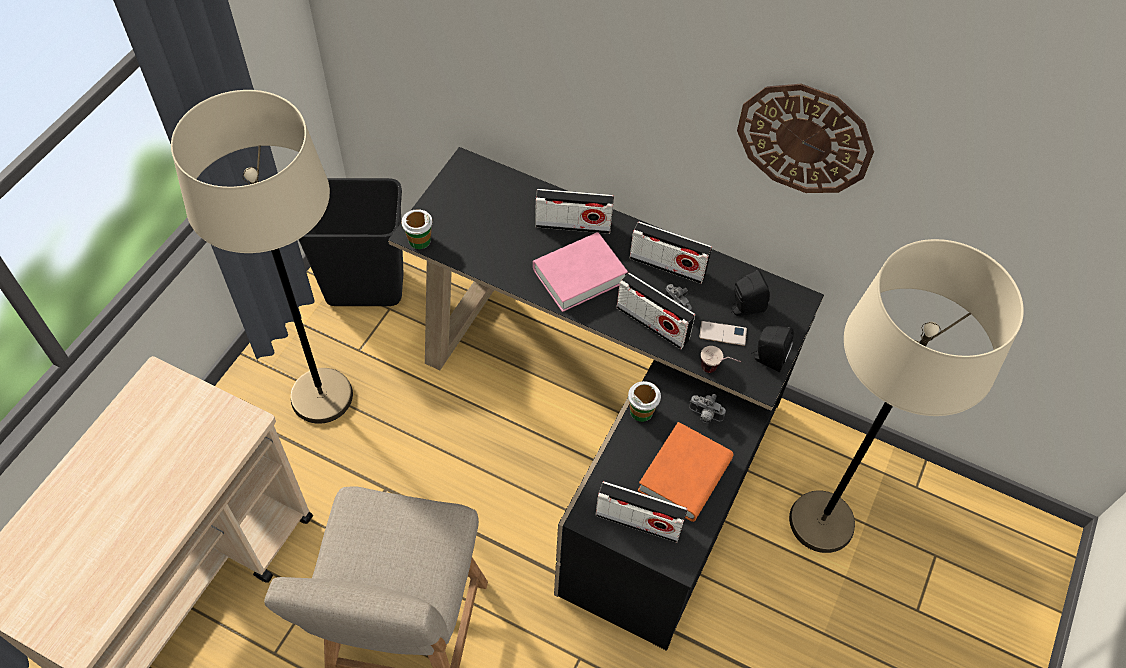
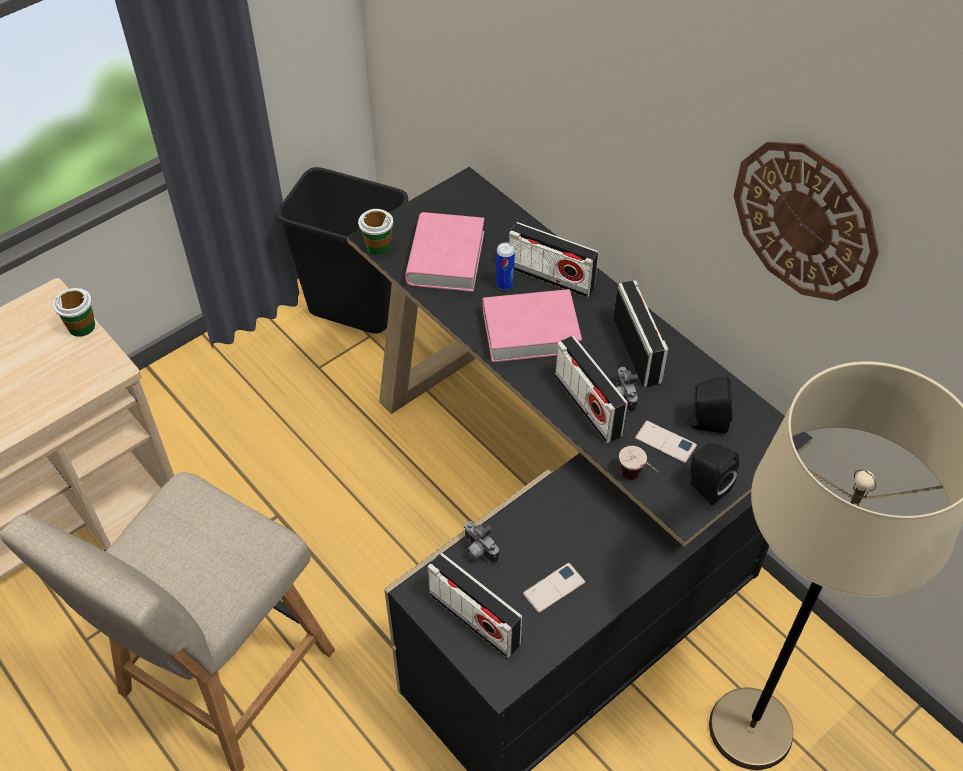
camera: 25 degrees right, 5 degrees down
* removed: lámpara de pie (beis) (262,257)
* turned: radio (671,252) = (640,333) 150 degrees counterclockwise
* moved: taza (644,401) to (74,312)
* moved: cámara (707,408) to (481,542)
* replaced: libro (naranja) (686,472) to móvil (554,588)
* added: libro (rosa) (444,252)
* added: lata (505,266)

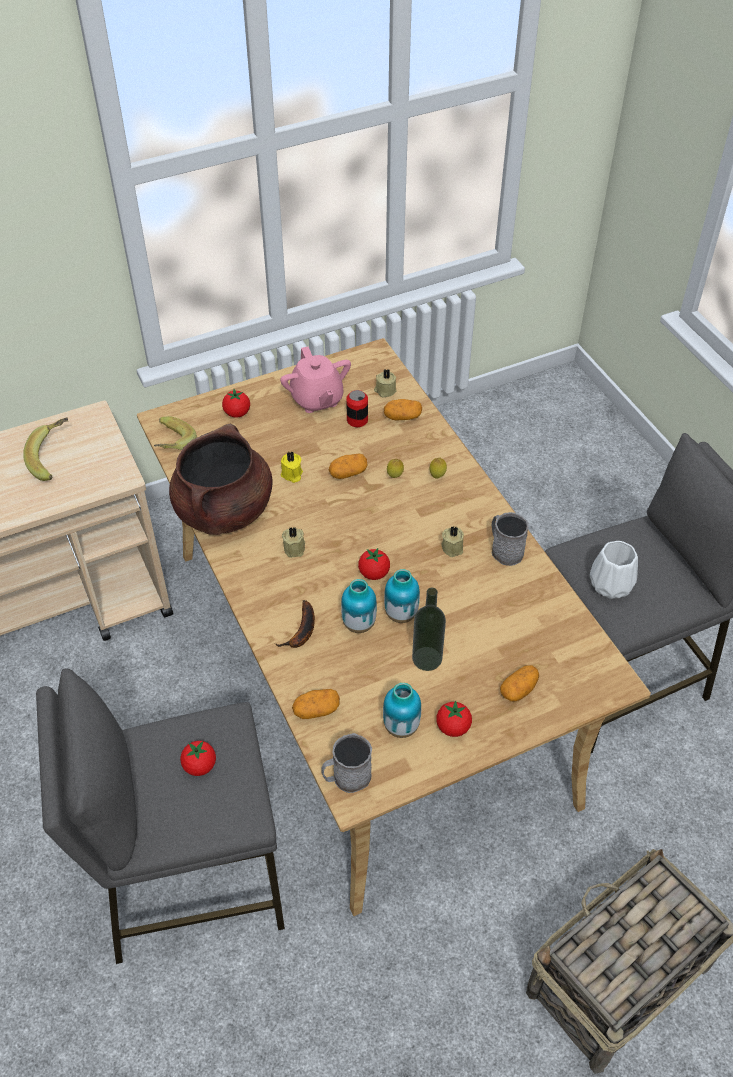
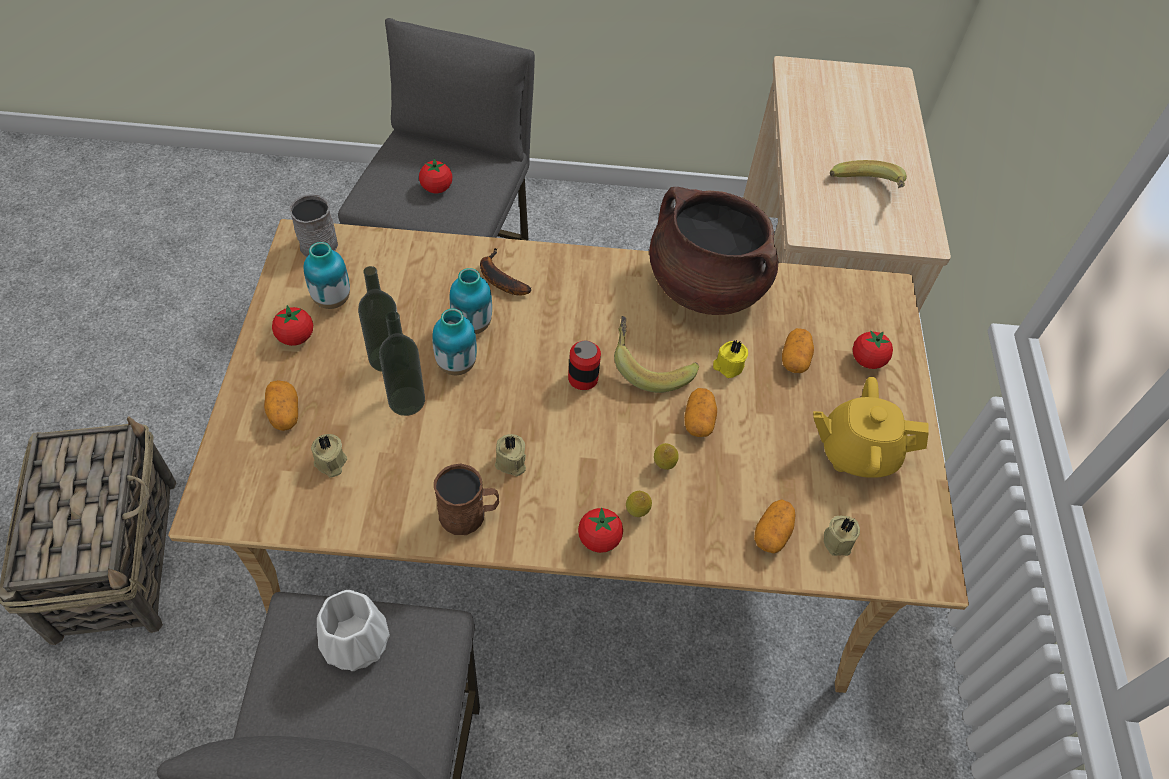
camera: 115 degrees right, 5 degrees up
* recoloured: tetera (rosa) (315,380) to tetera (amarillo) (871,427)
* moved: lata (357,408) to (584,365)
* moved: plátano (175,433) to (656,354)
* recoloured: taza grande (gris) (510,539) to taza grande (marrón) (466,499)
* moved: vela (beis) (293,542) to (329,456)
* moved: tomate (374,564) to (600,530)
* moved: patata (316,704) to (798,350)
* added: botella (402,363)

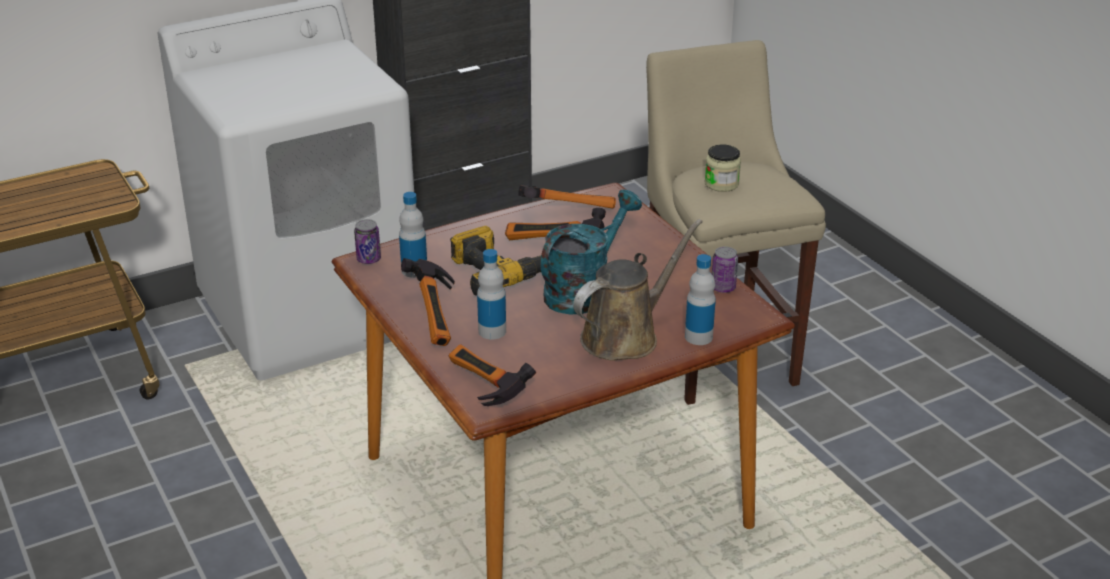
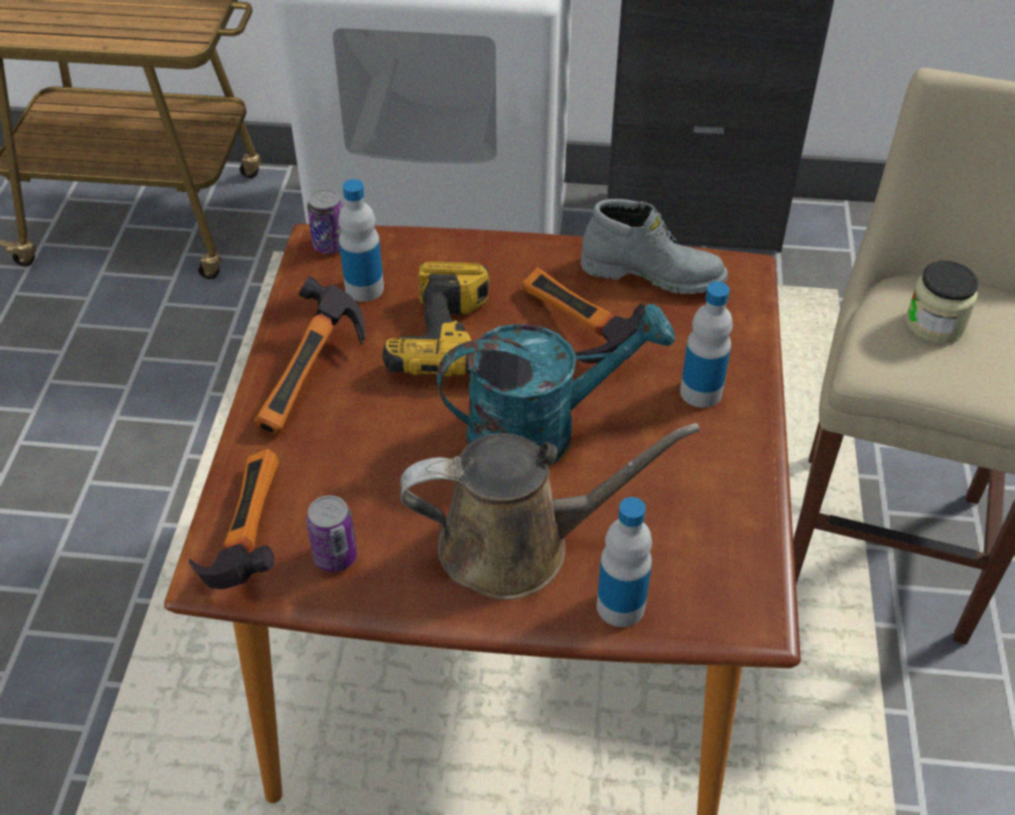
camera: 35 degrees right, 15 degrees up
* replaced: martillo (567,197) to bota (gris) (654,246)
* moved: lata (725,270) to (331,533)
* moved: botella (491,294) to (706,345)

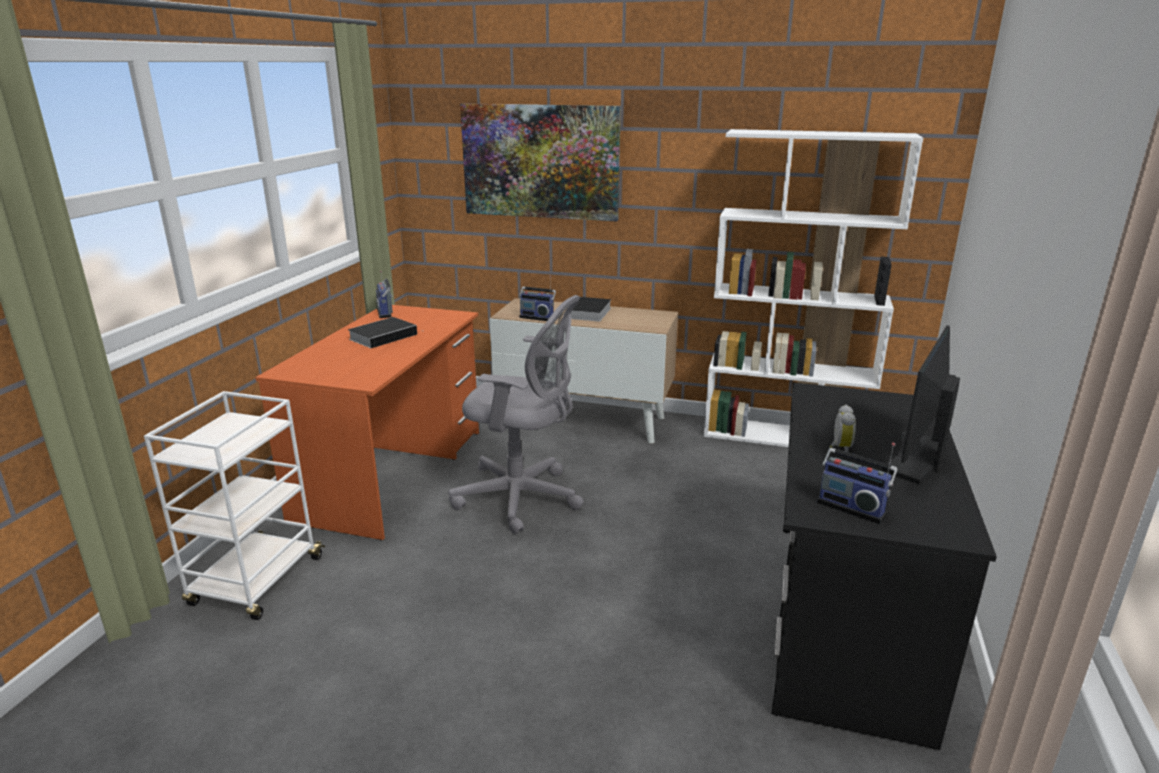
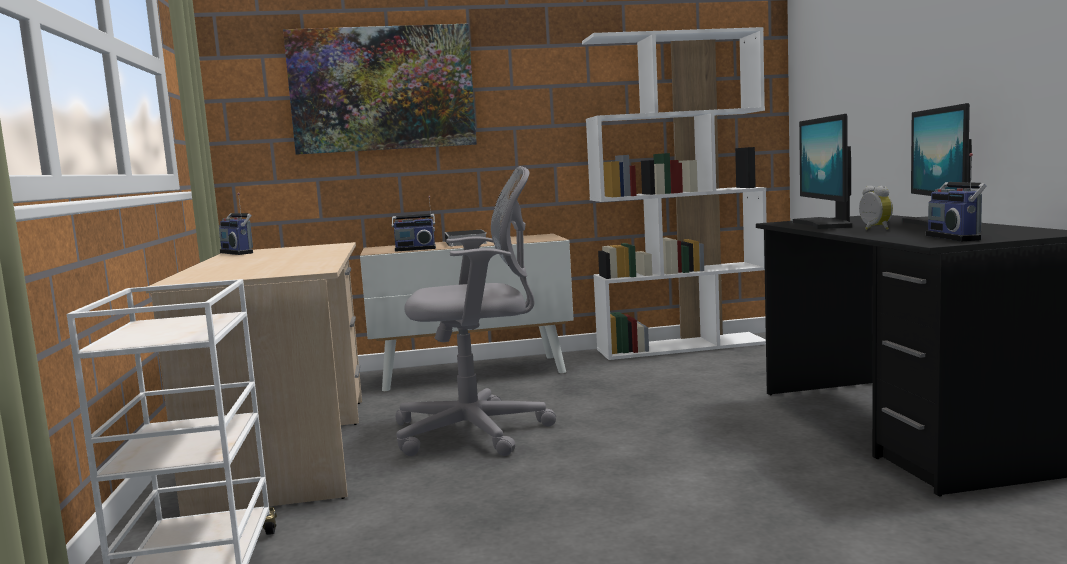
camera: 25 degrees left, 15 degrees down
* recoloured: escritorio (naranja) (367,422) to escritorio (beis) (254,379)
* removed: libro (384,332)
* turned: radio (857,483) = (956,197) 75 degrees clockwise
* added: monitor (822,171)

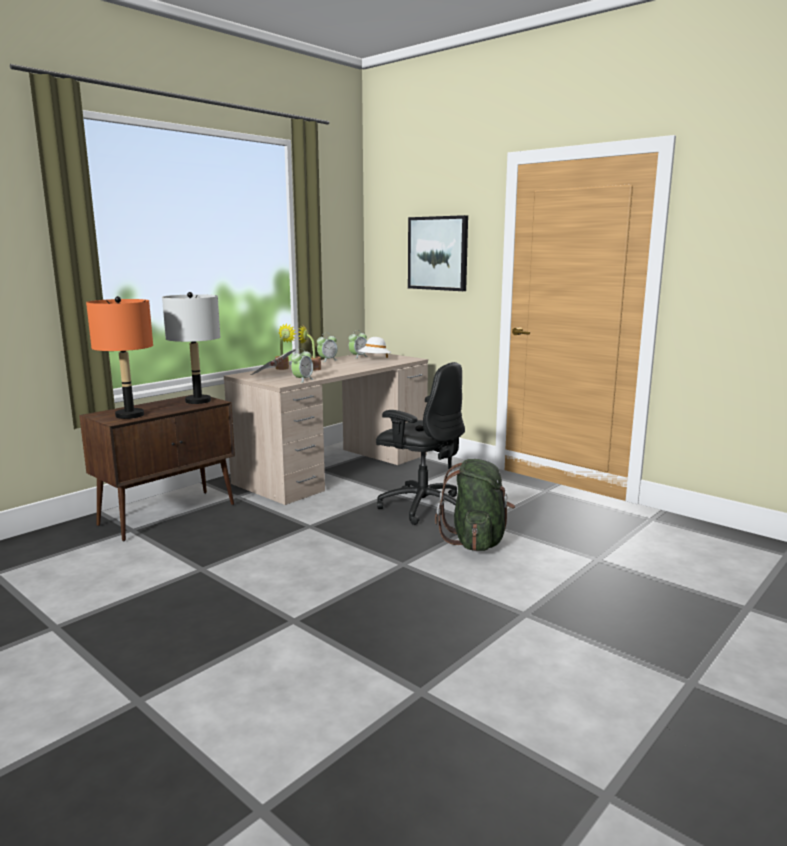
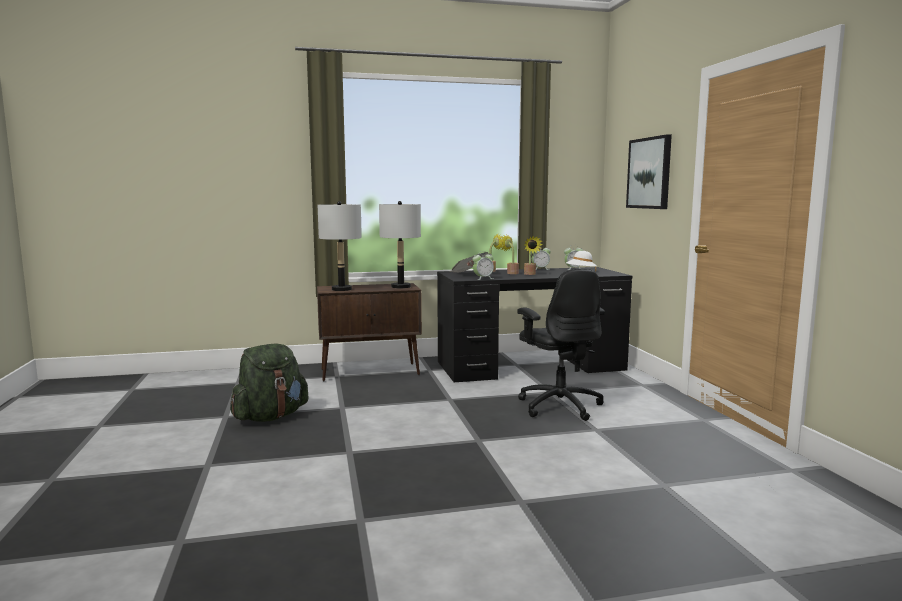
camera: 35 degrees right, 5 degrees down
* recoloured: lámpara de mesa (naranja) (119,357) to lámpara de mesa (gris) (340,246)
* recoloured: escritorio (beis) (326,429) to escritorio (negro) (534,324)
* moved: mochila (verde) (475,505) to (269,383)
* added: planta en maceta (533,255)

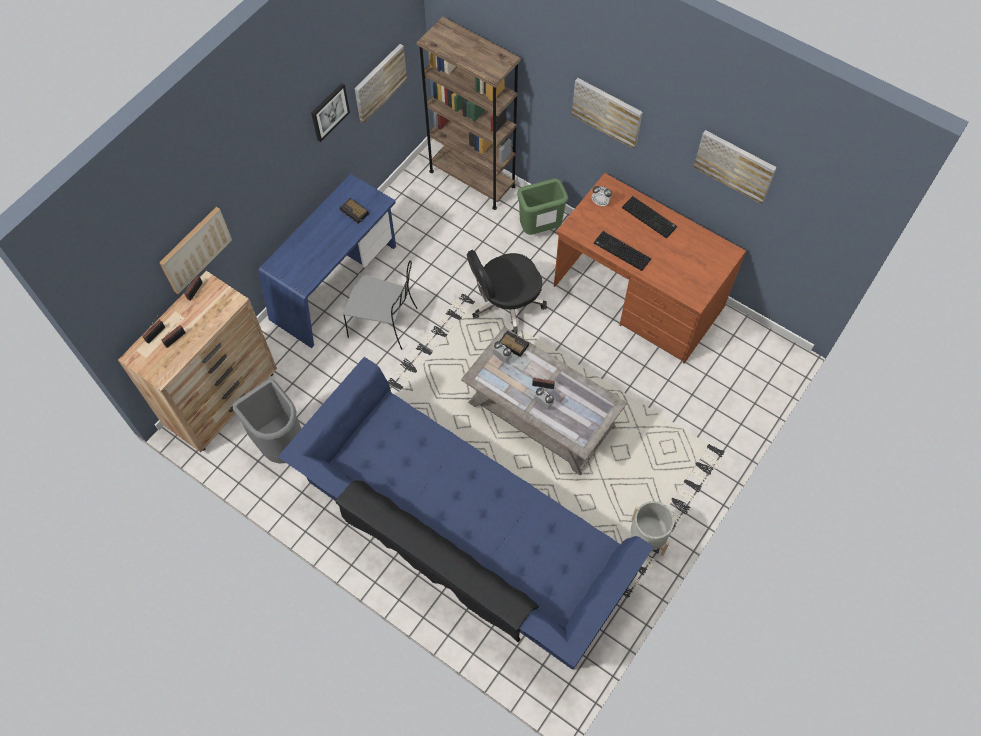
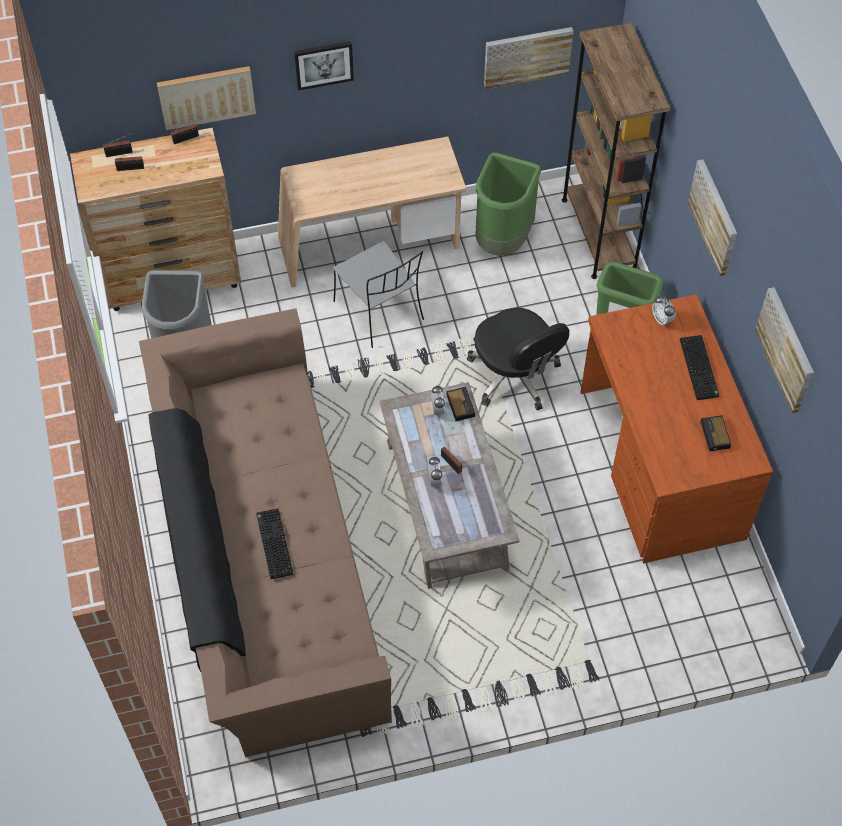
camera: 40 degrees right, 5 degrees down
* moved: cuadro (330,112) to (324,66)
* recoloured: escritorio (azul) (327,261) to escritorio (beis) (372,212)
* moved: despertador (354,211) to (716,433)
* moved: teclado (622,251) to (274,544)
* turned: silla de oficina (negro) (507,292) = (518,359) 135 degrees counterclockwise
* recoloured: sofá (azul) (466,513) to sofá (marrón) (265,532)
* removed: maceta (gris) (652,528)
* added: papelera (verde) (508,204)

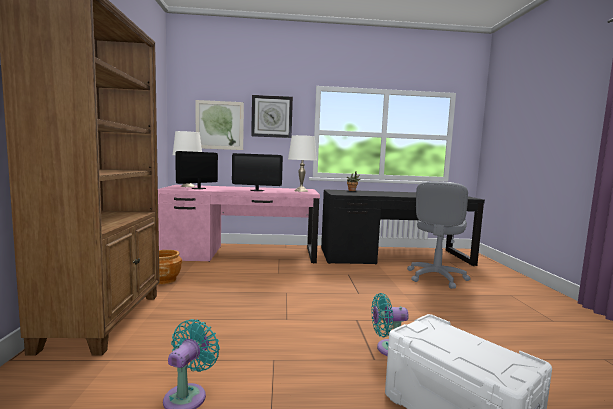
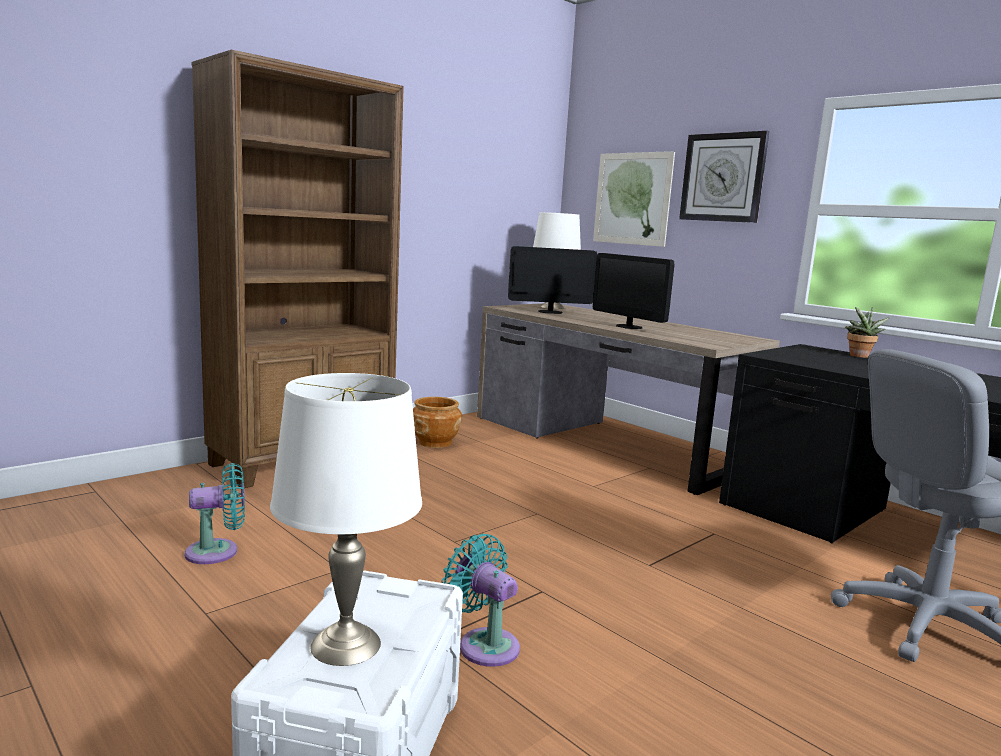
camera: 50 degrees right, 5 degrees up
* moved: lámpara de mesa (blanco) (302,163) to (346,519)
* recoloured: escritorio (rosa) (239,224) to escritorio (marrón) (628,399)

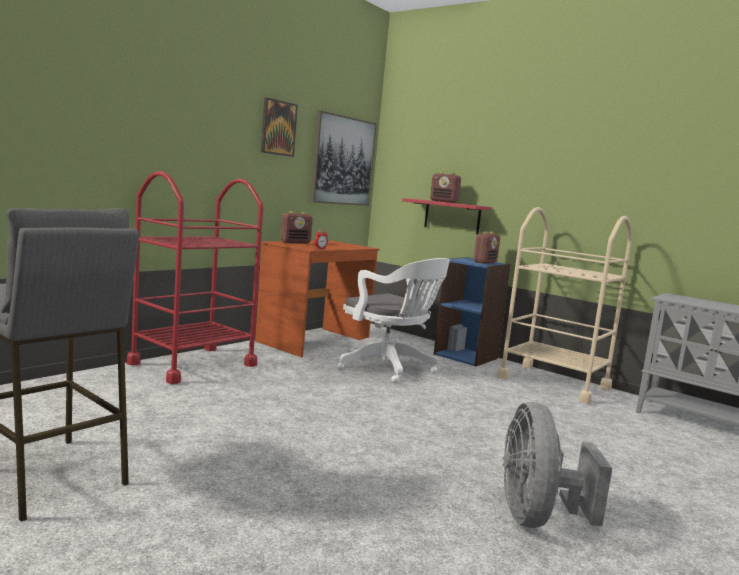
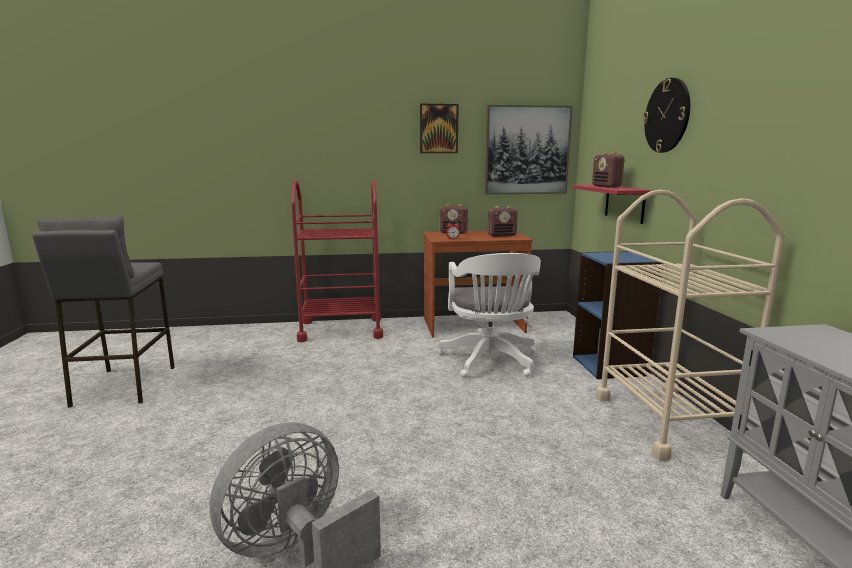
camera: 45 degrees right, 5 degrees up
* moved: radio (487,247) to (503,221)
* added: reloj de pared (666,115)

